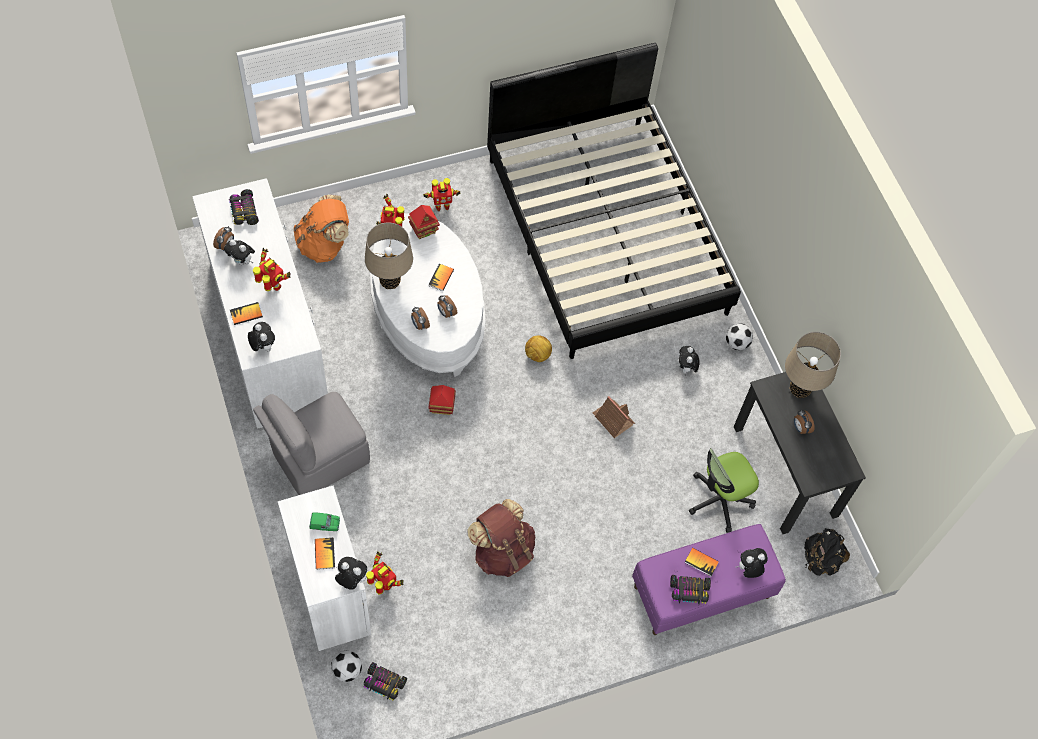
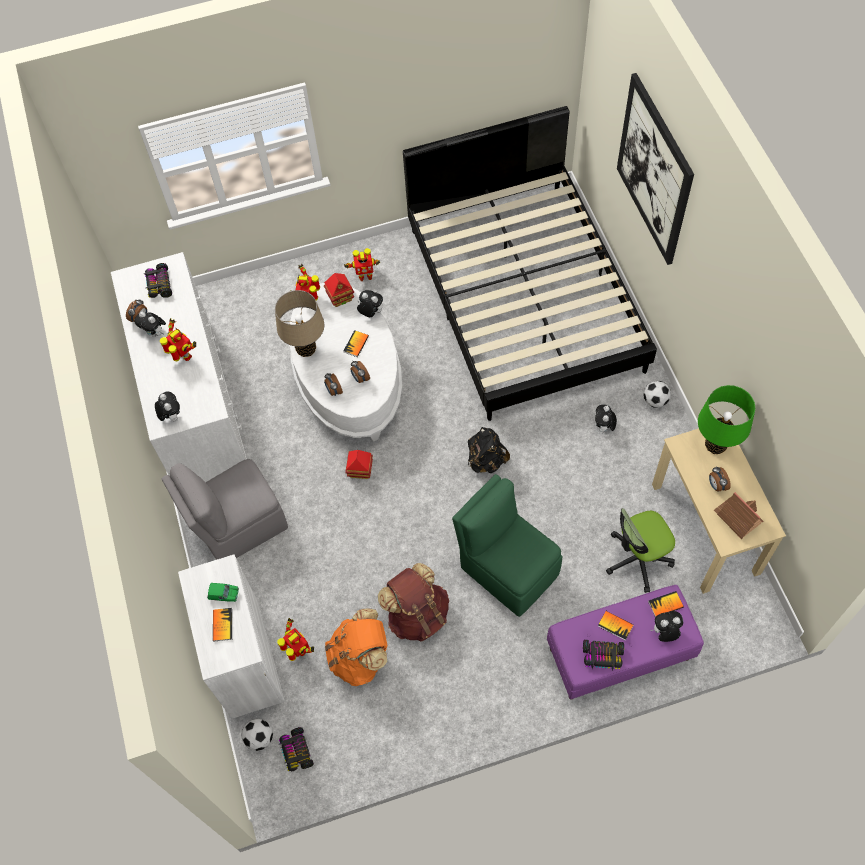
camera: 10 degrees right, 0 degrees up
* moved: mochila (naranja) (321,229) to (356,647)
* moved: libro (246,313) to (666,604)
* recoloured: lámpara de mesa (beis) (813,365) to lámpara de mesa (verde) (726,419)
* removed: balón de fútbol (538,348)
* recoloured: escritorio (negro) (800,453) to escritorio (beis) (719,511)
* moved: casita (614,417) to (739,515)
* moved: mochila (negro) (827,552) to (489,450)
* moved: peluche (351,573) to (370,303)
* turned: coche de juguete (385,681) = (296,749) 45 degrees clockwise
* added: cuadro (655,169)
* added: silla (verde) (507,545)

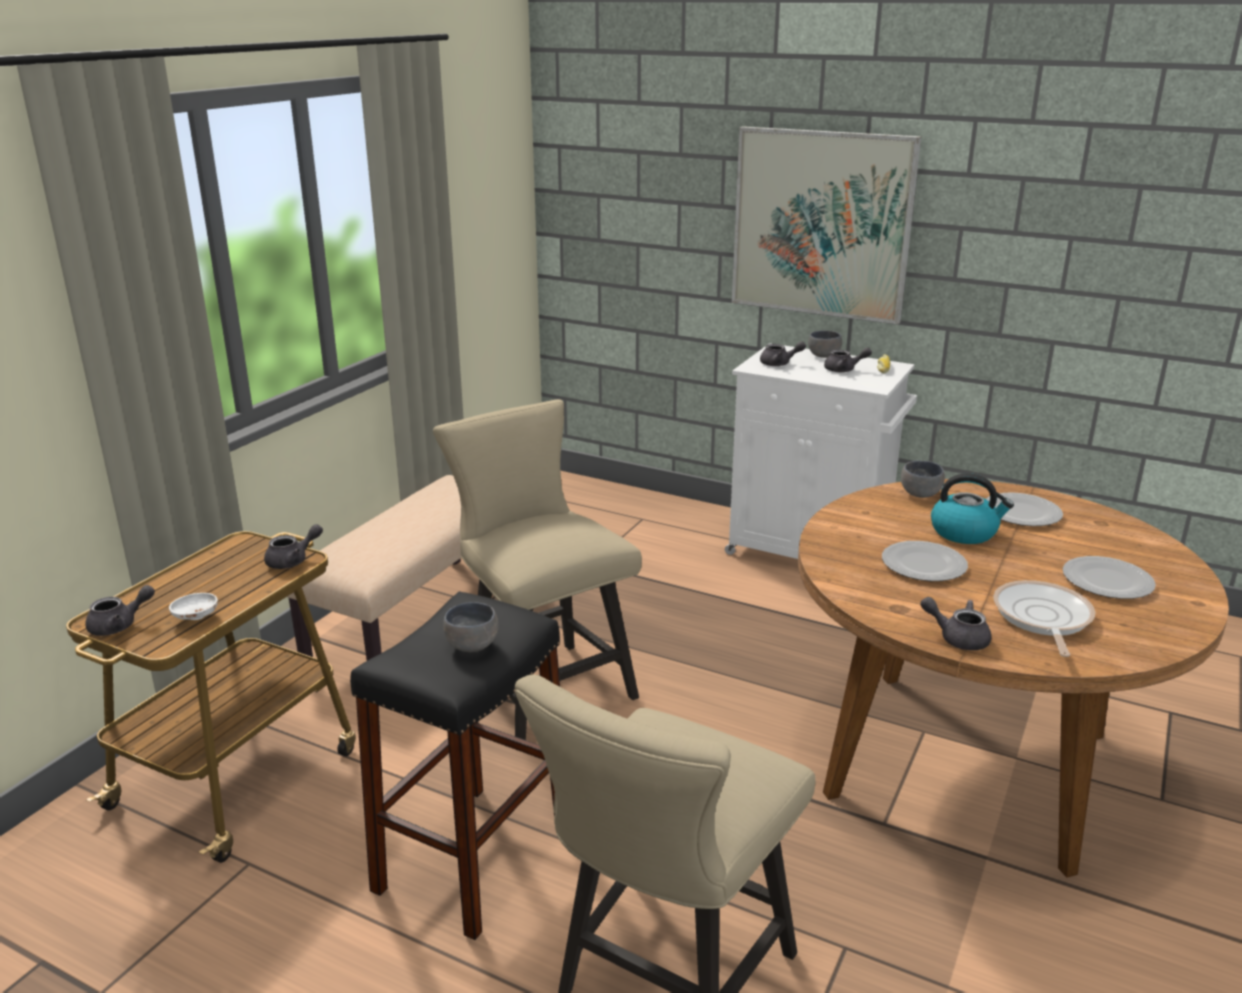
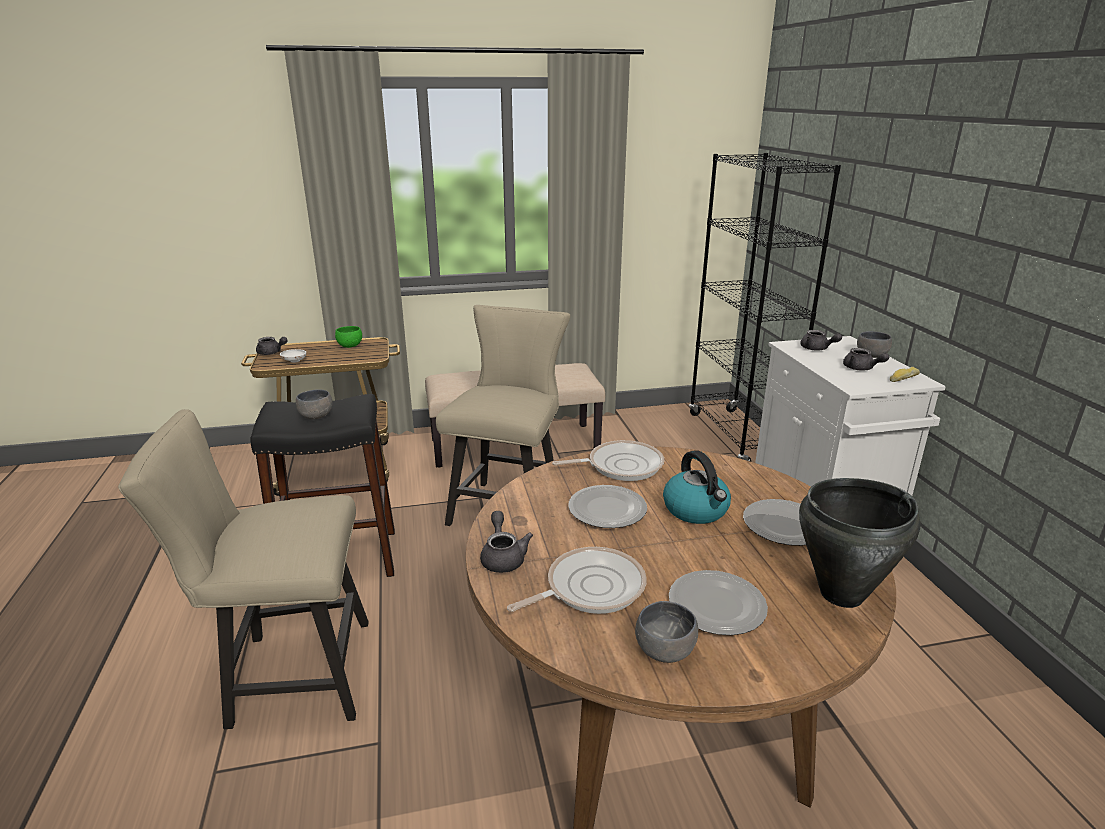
camera: 50 degrees right, 0 degrees up
* removed: cuadro (826,225)
* moved: cuenco (gris) (923,479) to (666,632)
* removed: tetera (gris) (293,546)
* added: estantería (negro) (765,307)
* added: cuenco (verde) (348,337)
* added: sartén (608,460)
* added: olla (negro) (860,543)

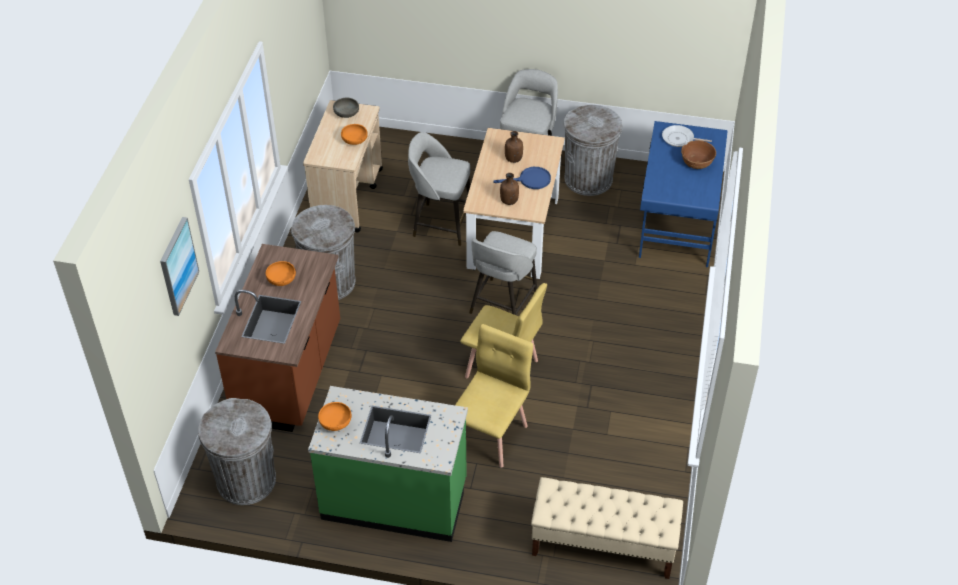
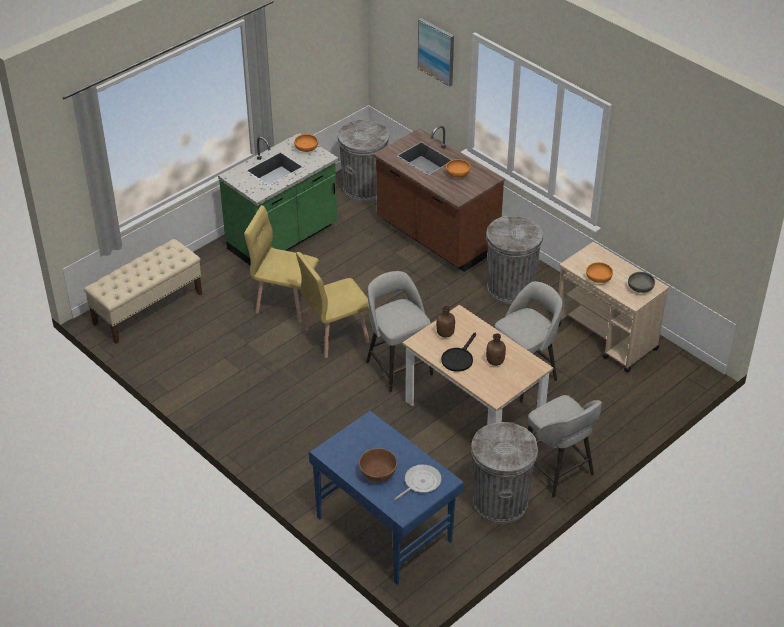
camera: 125 degrees right, 5 degrees down
* recoloured: sartén (azul) (522,178) to sartén (negro) (458,352)
* turned: silla (amarillo) (494,396) = (281,263) 135 degrees clockwise

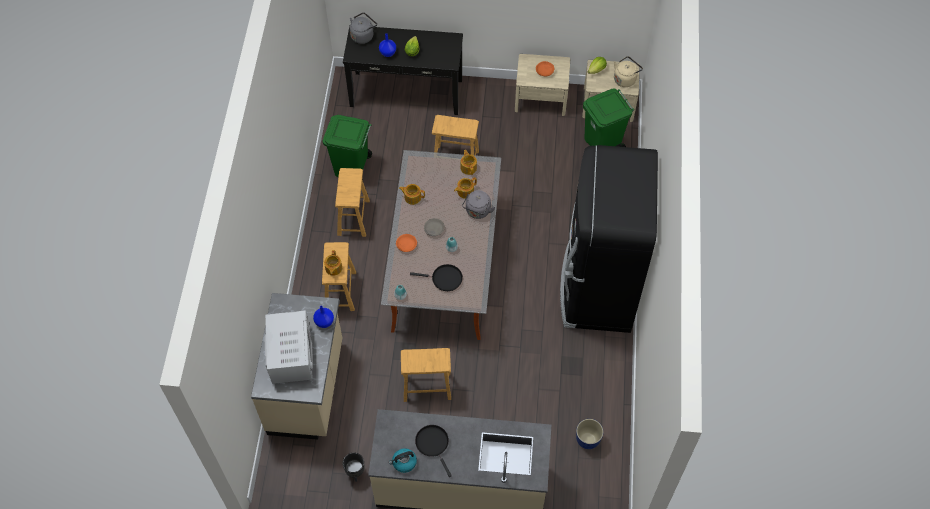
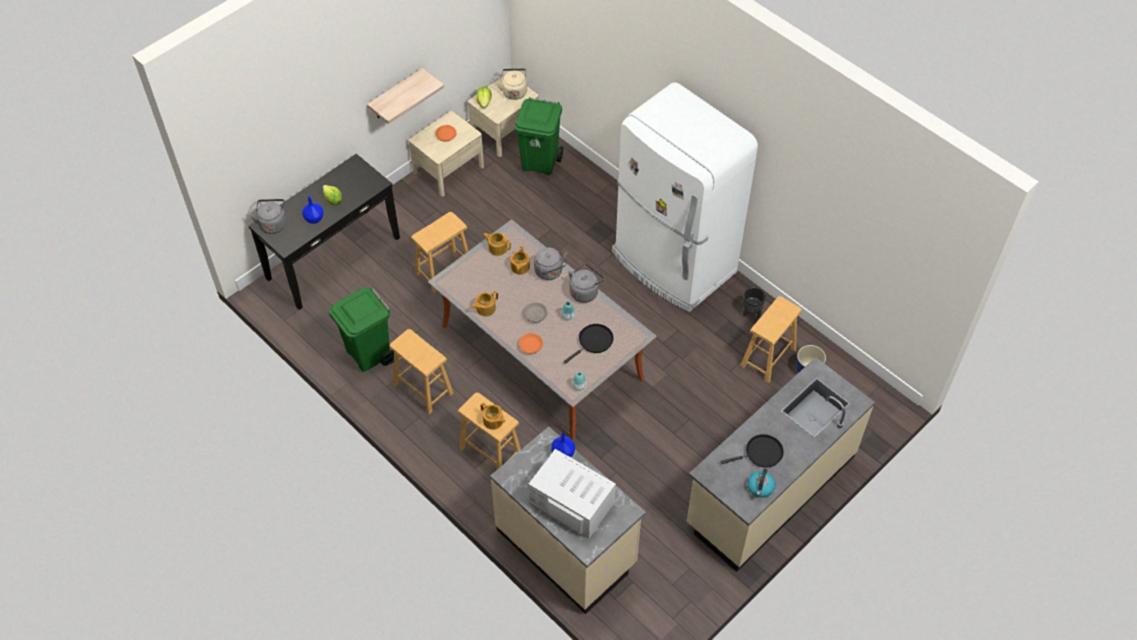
camera: 50 degrees left, 5 degrees down
* recoloured: nevera (negro) (609,239) to nevera (blanco) (685,197)
* moved: taburete (marrón) (426,375) to (771,339)
* turned: sartén (negro) (433,451) = (752,451) 150 degrees clockwise
* moved: maceta (negro) (353,467) to (754,302)
* added: estante (405,96)
* added: hervidor (gris) (586,283)

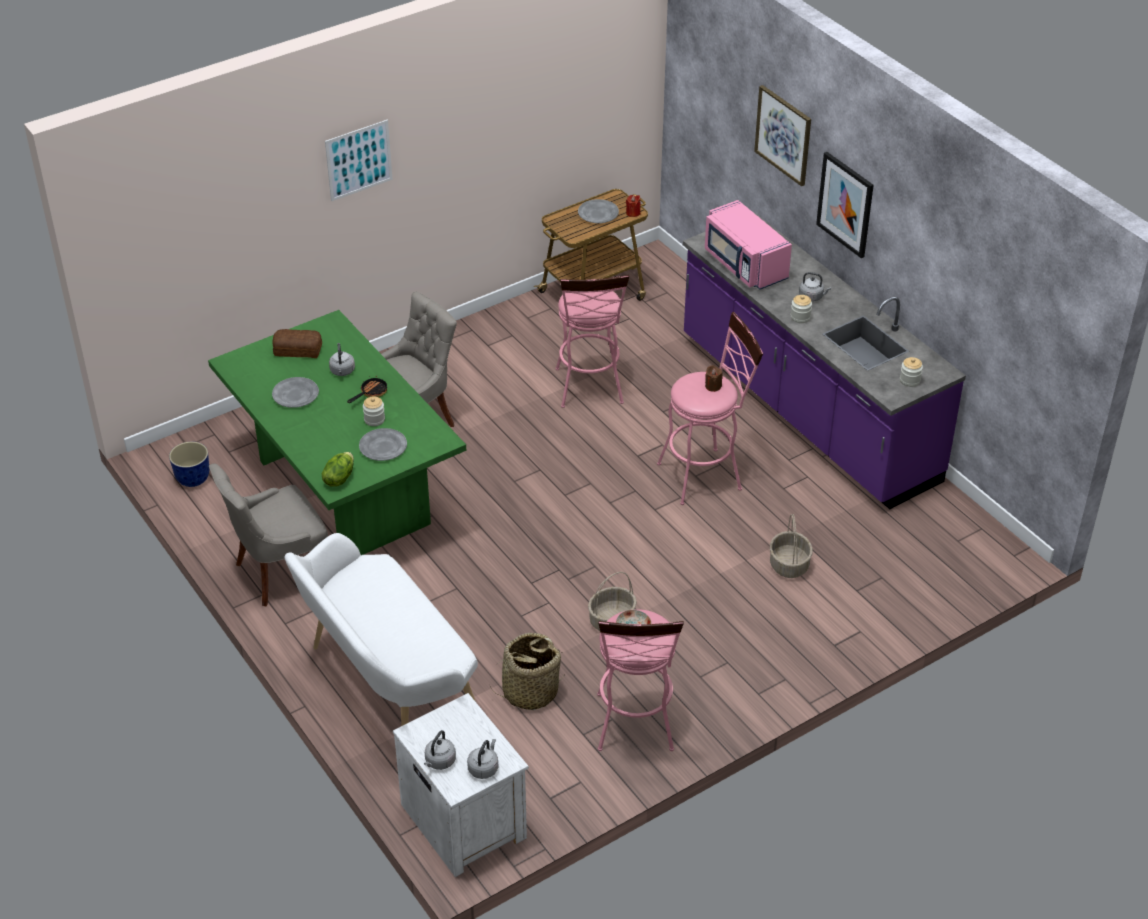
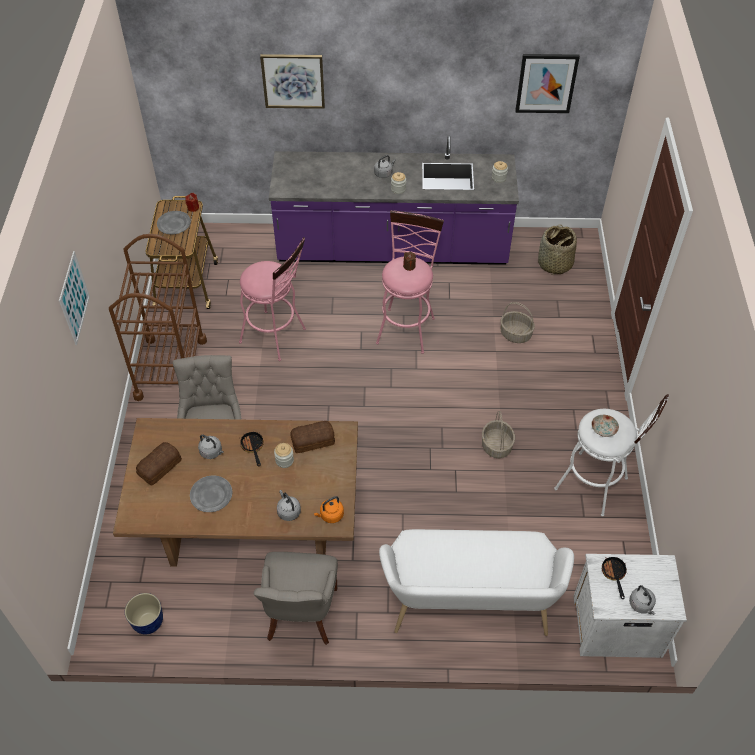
camera: 55 degrees left, 10 degrees up
* moved: cuadro (845,205) to (547,83)
* removed: microondas (rosa) (748,245)
* recoloured: mesa de comedor (verde) (337,432) to mesa de comedor (marrón) (235,492)
* removed: plato (gris) (383,444)
* replaced: lechuga (338,469) to hervidor (naranja) (329,509)
* recoloured: taburete (rosa) (640,680) to taburete (blanco) (611,455)
* moved: cesta (527,671) to (557,249)
* moved: hervidor (gris) (482,759) to (289,505)
* added: carrito (marrón) (158,317)
* added: pan (312,437)
* added: sartén (614,578)

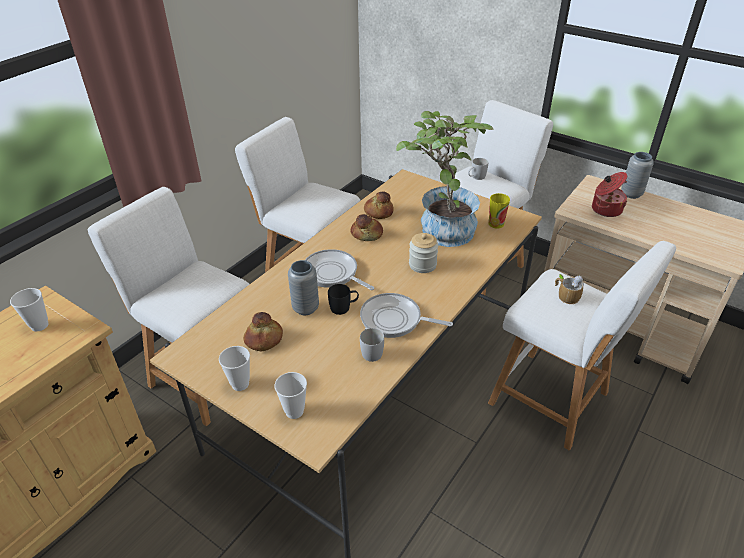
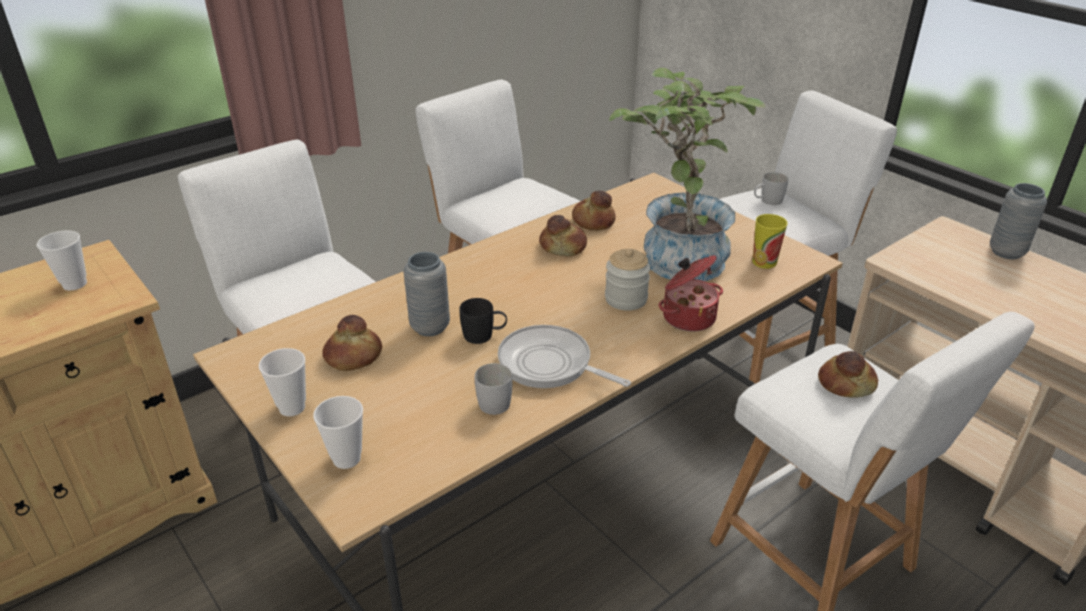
camera: 15 degrees right, 5 degrees down
* moved: olla (609,194) to (691,293)
* removed: sartén (340,269)
* replaced: taza grande (569,289) to pan (848,374)

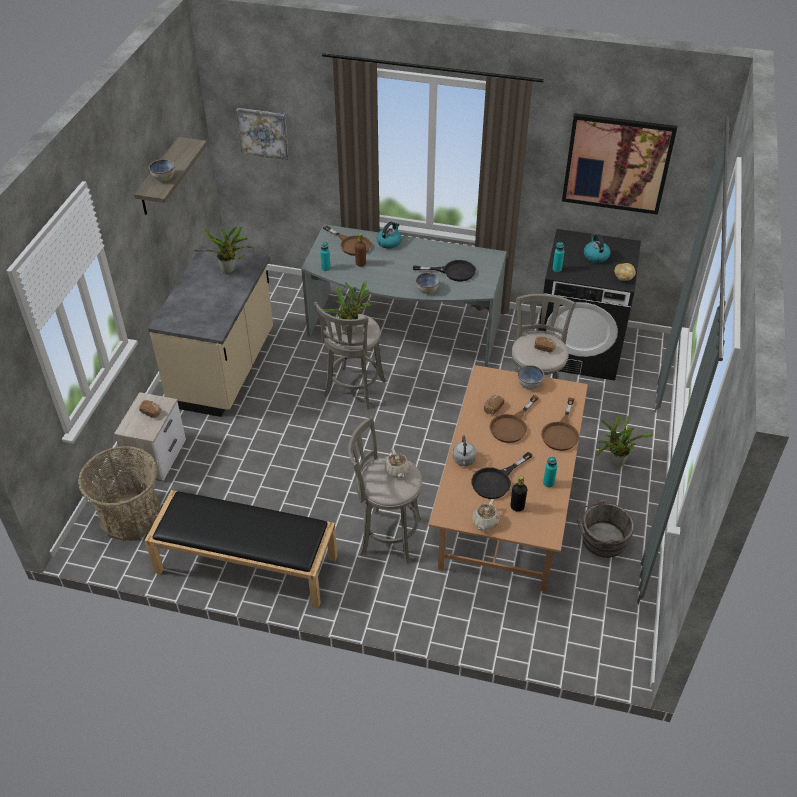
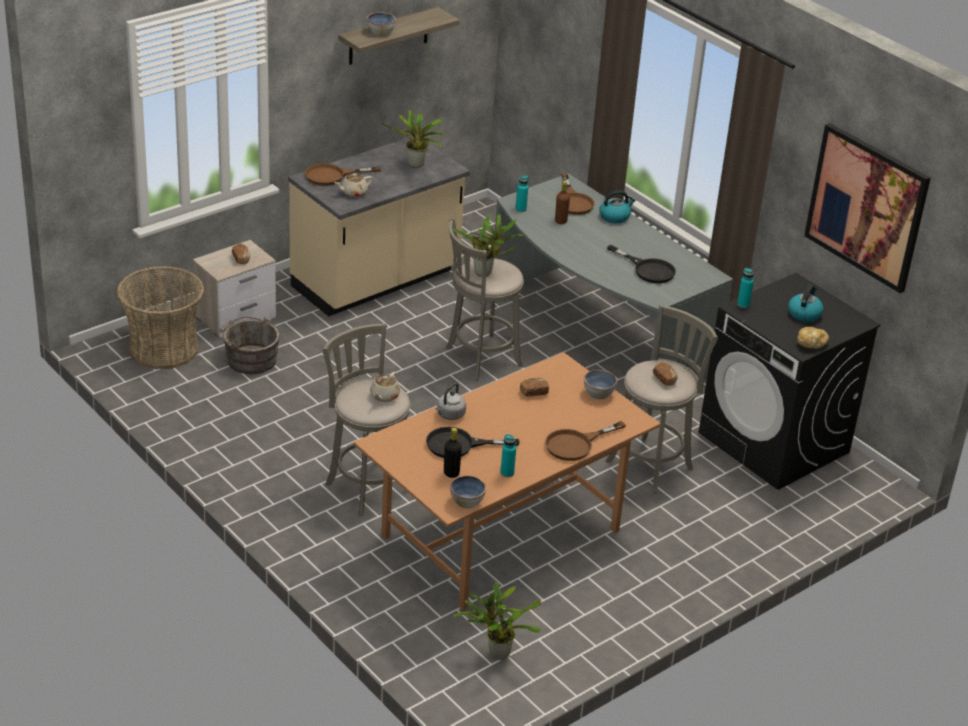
camera: 35 degrees right, 10 degrees down
* removed: cuadro (262,134)
* moved: cuenco (428,283) to (468,491)
* moved: sartén (marrón) (514,419) to (343,174)
* moved: planta en maceta (624,441) to (496,621)
* removed: banco (negro) (241,549)
* moved: tetera (beis) (486,515) to (353,185)
* moved: cubo (gris) (605,529) to (248,345)

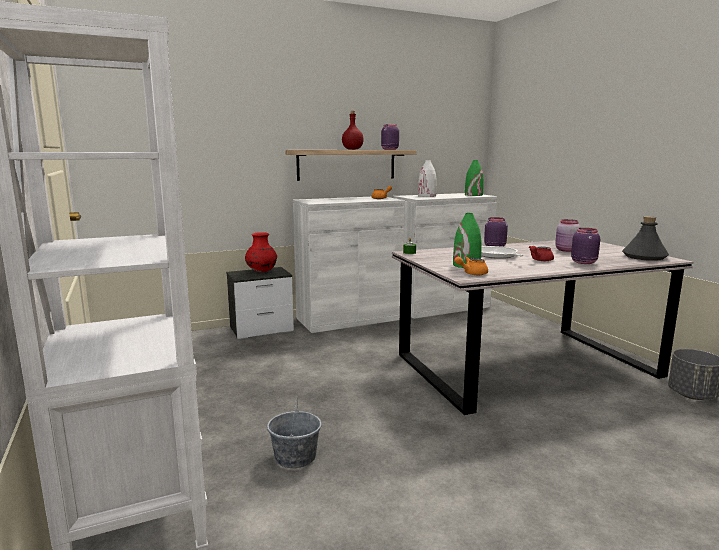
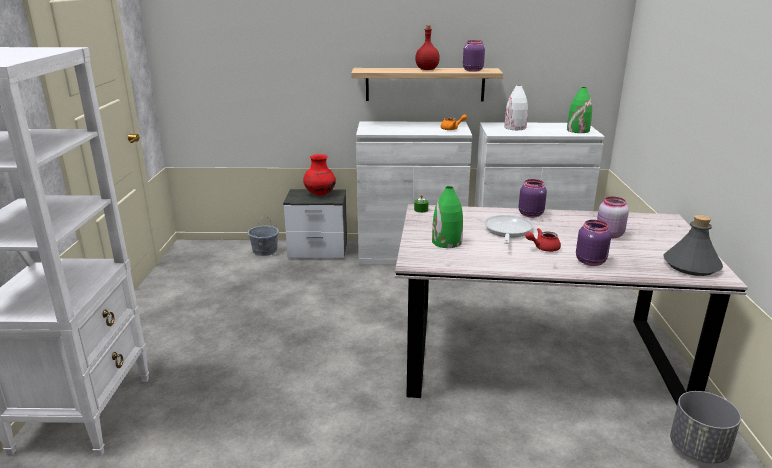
camera: 25 degrees right, 10 degrees up
* removed: tetera (naranja) (471,266)
* moved: cubo (gris) (294,432) to (263,236)

